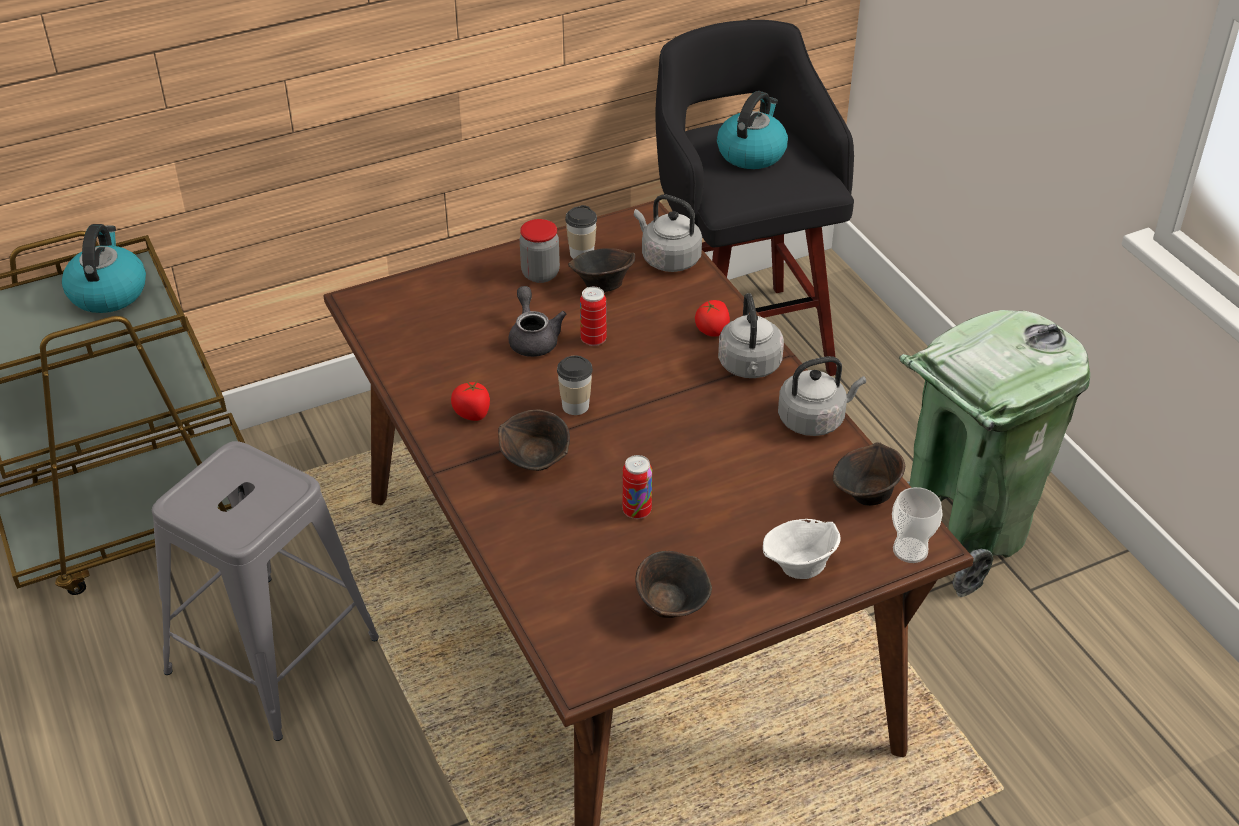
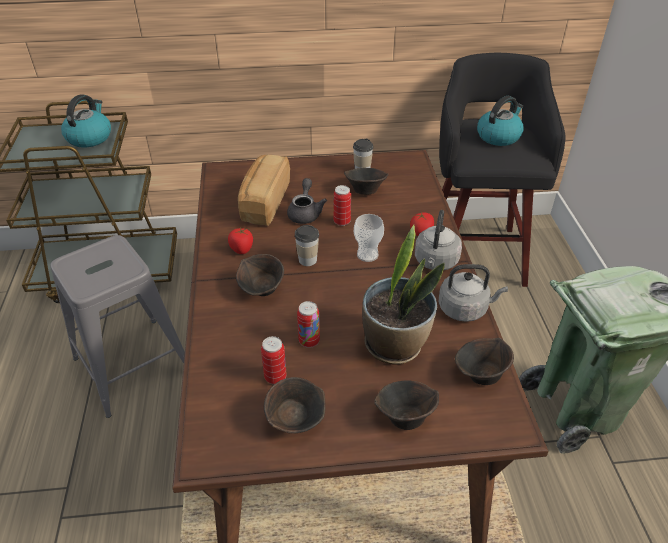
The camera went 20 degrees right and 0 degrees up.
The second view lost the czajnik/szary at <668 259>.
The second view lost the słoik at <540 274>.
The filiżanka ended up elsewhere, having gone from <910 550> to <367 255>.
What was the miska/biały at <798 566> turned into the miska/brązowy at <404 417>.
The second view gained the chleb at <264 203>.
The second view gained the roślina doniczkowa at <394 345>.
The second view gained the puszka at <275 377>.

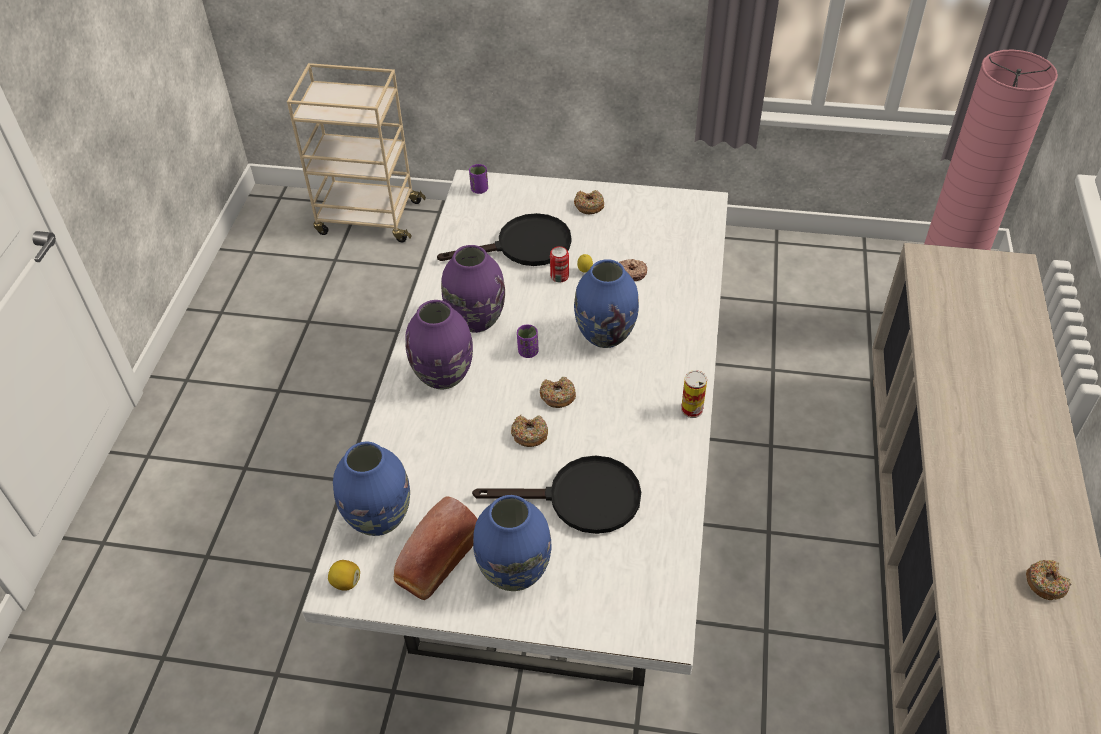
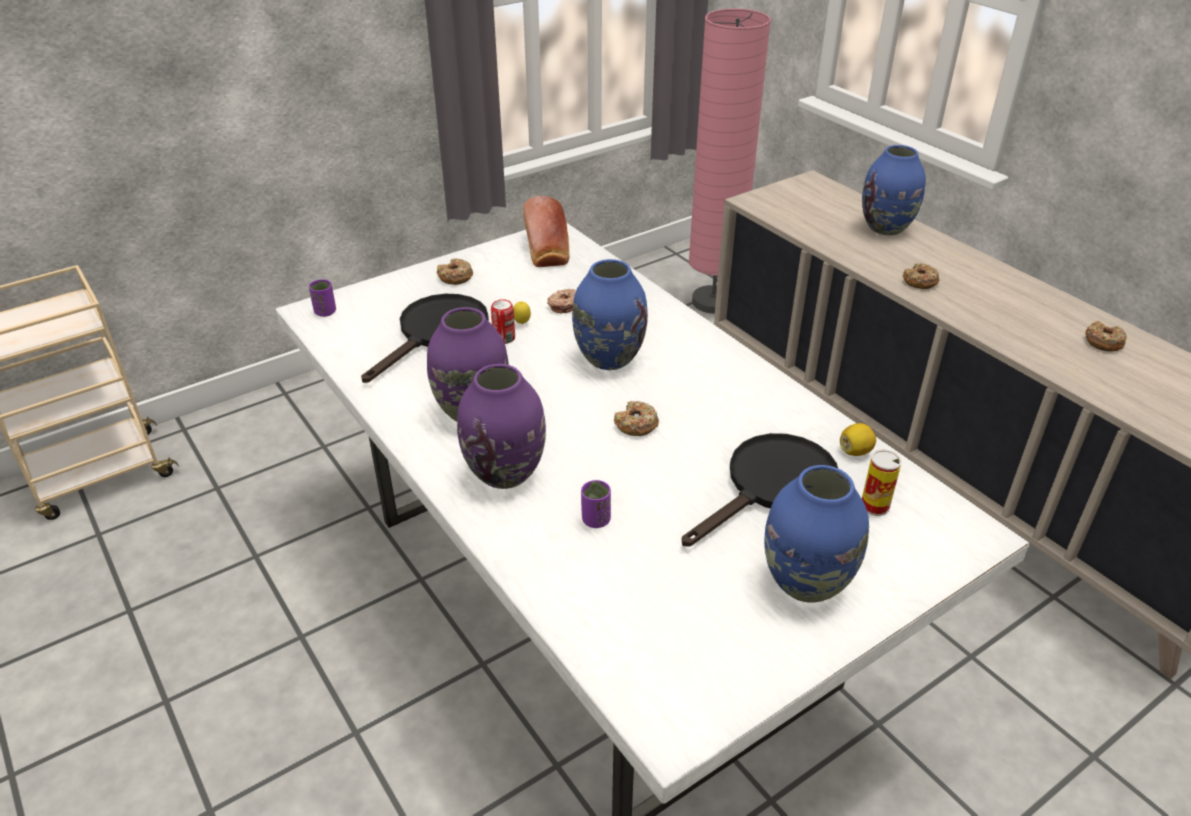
The camera went 45 degrees left and 10 degrees down.
The filiżanka/fioletowy ended up elsewhere, having gone from <528 352> to <596 520>.
The puszka ended up elsewhere, having gone from <692 409> to <875 505>.
The donut ended up elsewhere, having gone from <529 434> to <920 281>.
The wazon/niebieski ended up elsewhere, having gone from <379 519> to <886 228>.
The chleb ended up elsewhere, having gone from <435 562> to <547 250>.
The cytryna ended up elsewhere, having gone from <346 582> to <855 451>.

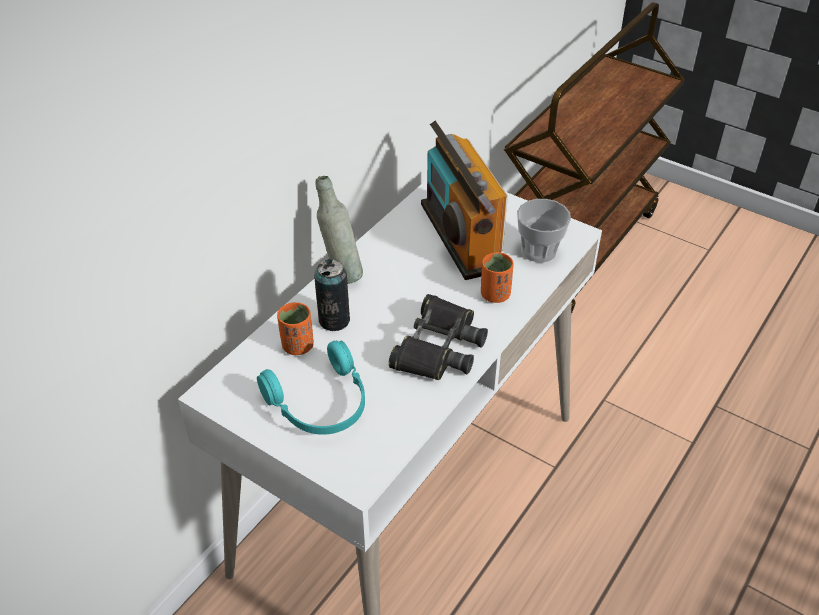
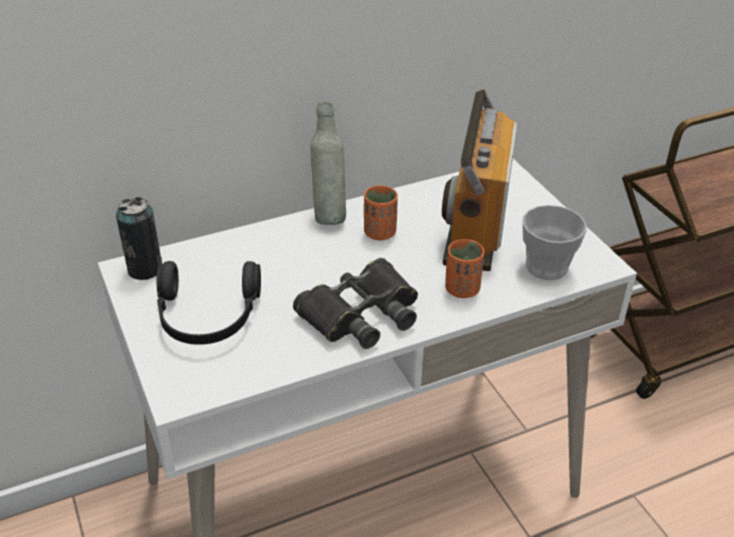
The camera went 30 degrees right and 5 degrees down.
The puszka ended up elsewhere, having gone from <334 320> to <145 269>.
The filiżanka/pomarańczowy ended up elsewhere, having gone from <297 346> to <379 233>.
What was the słuchawki/turkusowy at <321 404> turned into the słuchawki/czarny at <207 317>.

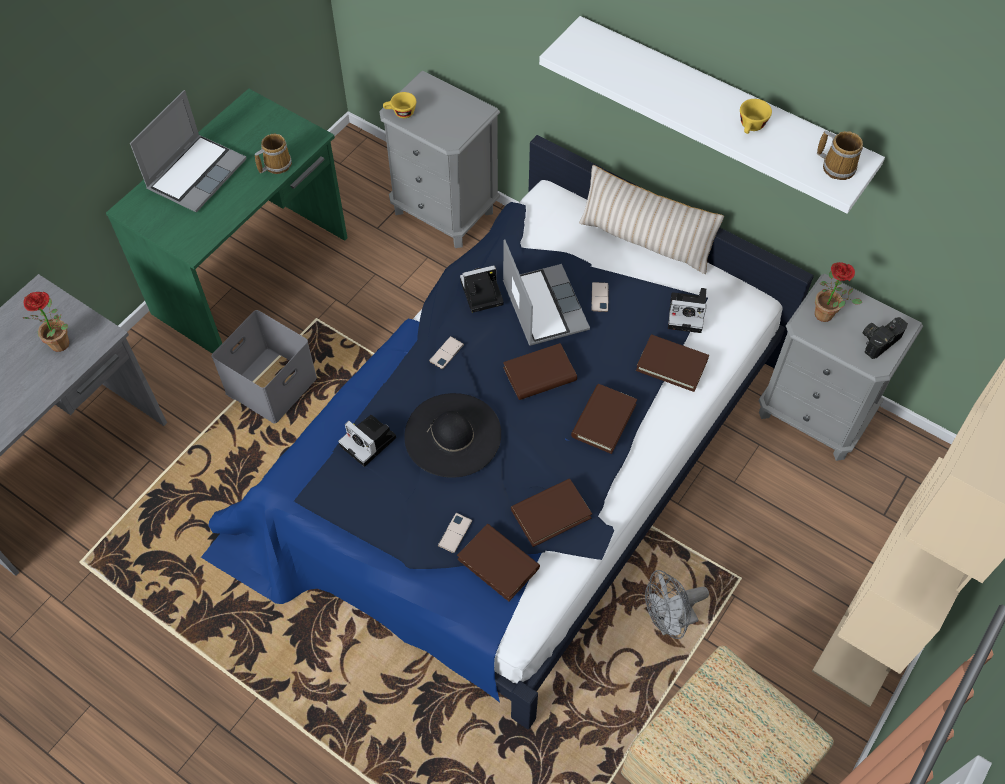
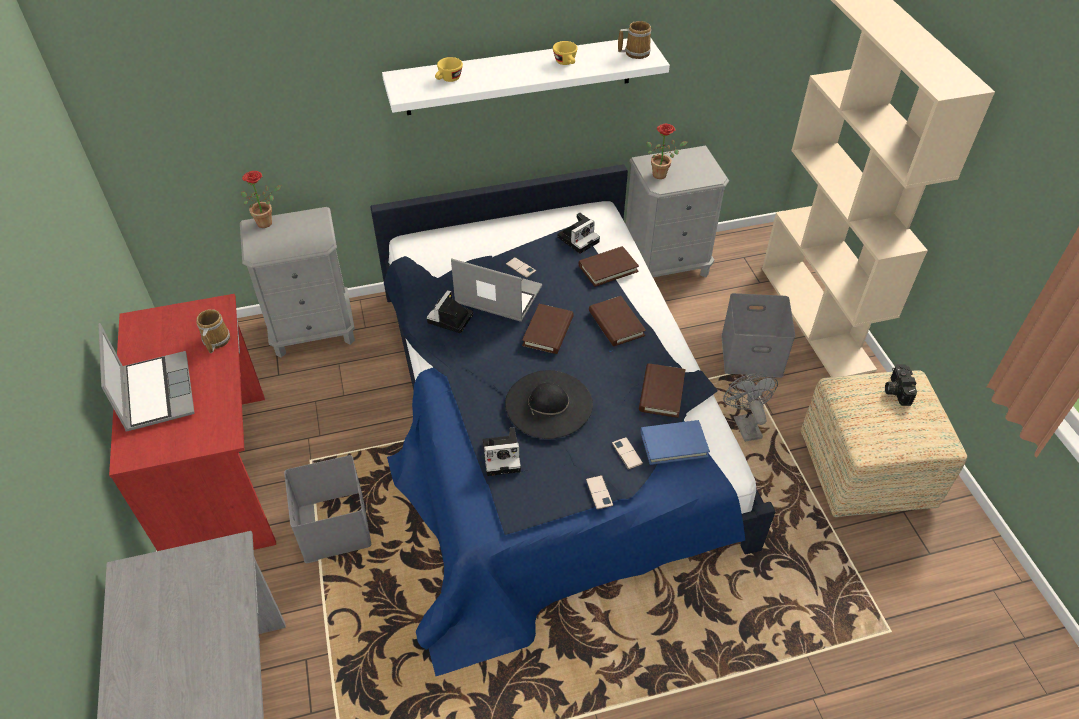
The camera went 50 degrees left and 10 degrees down.
What was the biurko/zielony at <253 276> turned into the biurko/czerwony at <222 475>.
The filiżanka/żółty ended up elsewhere, having gone from <400 113> to <448 80>.
The second view lost the poduszka/beżowy at <645 240>.
The roślina doniczkowa ended up elsewhere, having gone from <64 344> to <267 222>.
The aparat fotograficzny ended up elsewhere, having gone from <879 340> to <896 390>.
The telefon ended up elsewhere, having gone from <446 353> to <599 492>.
What was the książka/brązowy at <498 563> turned into the książka/niebieski at <674 444>.
The wentylator/szary at <668 622> ended up facing another way, 150 degrees clockwise from before.
The second view gained the pojemnik do przechowywania/szary at <752 354>.

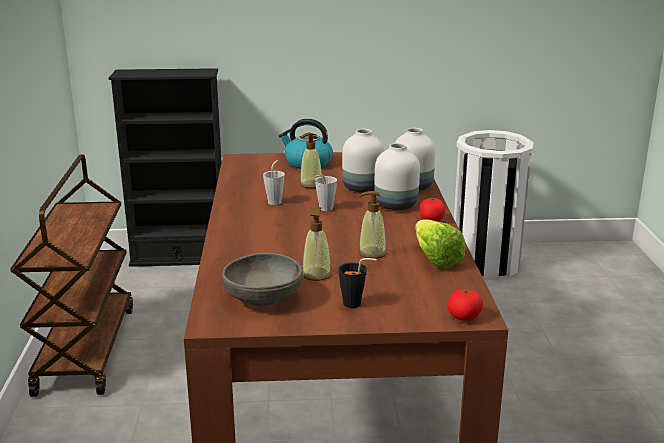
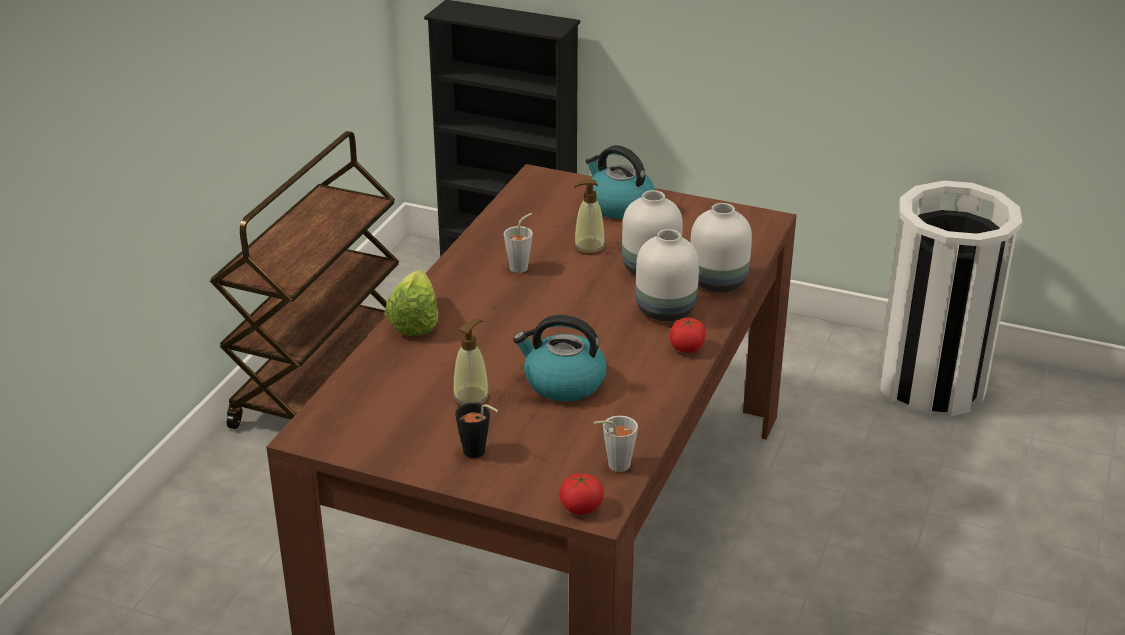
The camera went 25 degrees right and 10 degrees up.
The filiżanka/szary ended up elsewhere, having gone from <323 209> to <614 465>.
Where the dozownik mydła stood at <372 253>, the czajnik came to stand at <563 383>.
The sałata ended up elsewhere, having gone from <434 257> to <418 318>.
The second view lost the miska/szary at <263 298>.

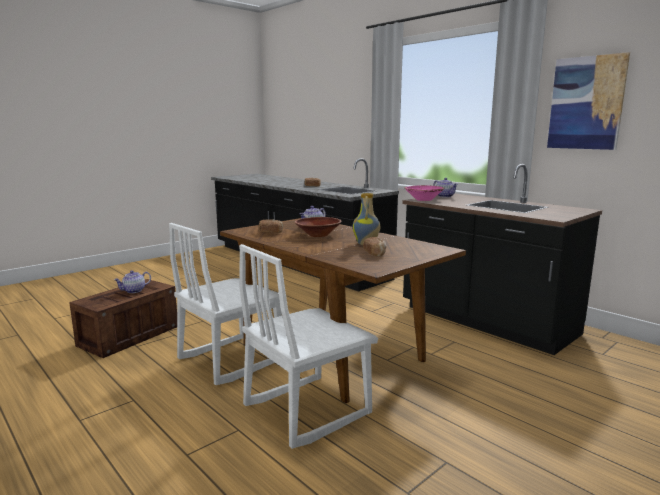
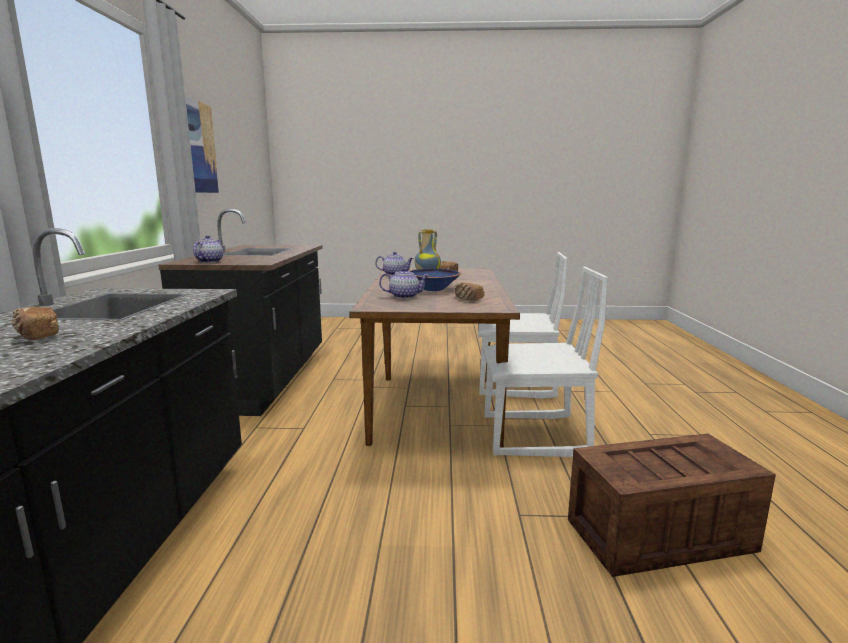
The camera went 135 degrees left and 0 degrees up.
The second view lost the miska/różowy at <424 199>.
What was the miska/brązowy at <318 235> turned into the miska/niebieski at <433 289>.
The imbryk ended up elsewhere, having gone from <134 291> to <395 274>.

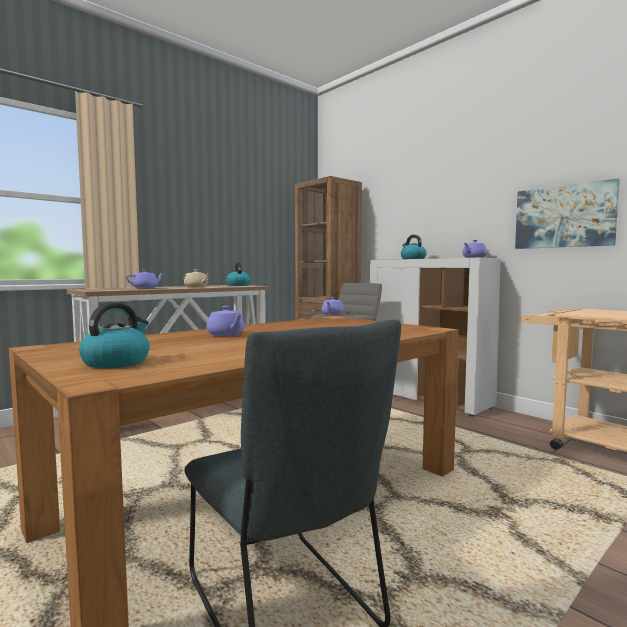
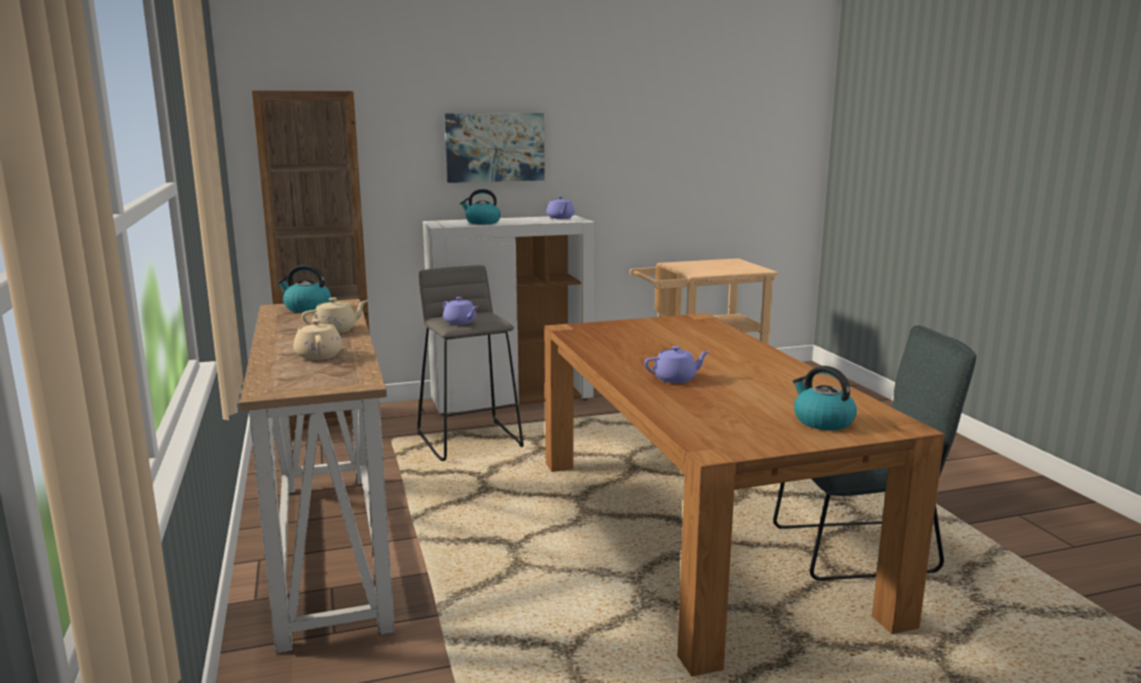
The camera went 65 degrees left and 10 degrees up.
The obraz ended up elsewhere, having gone from <564 216> to <495 147>.
What was the imbryk/fioletowy at <146 288> turned into the imbryk/beżowy at <319 355>.

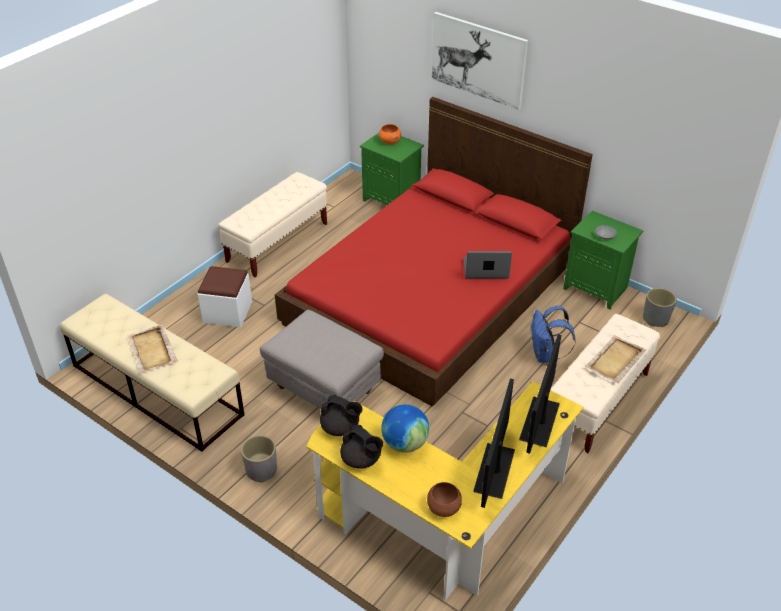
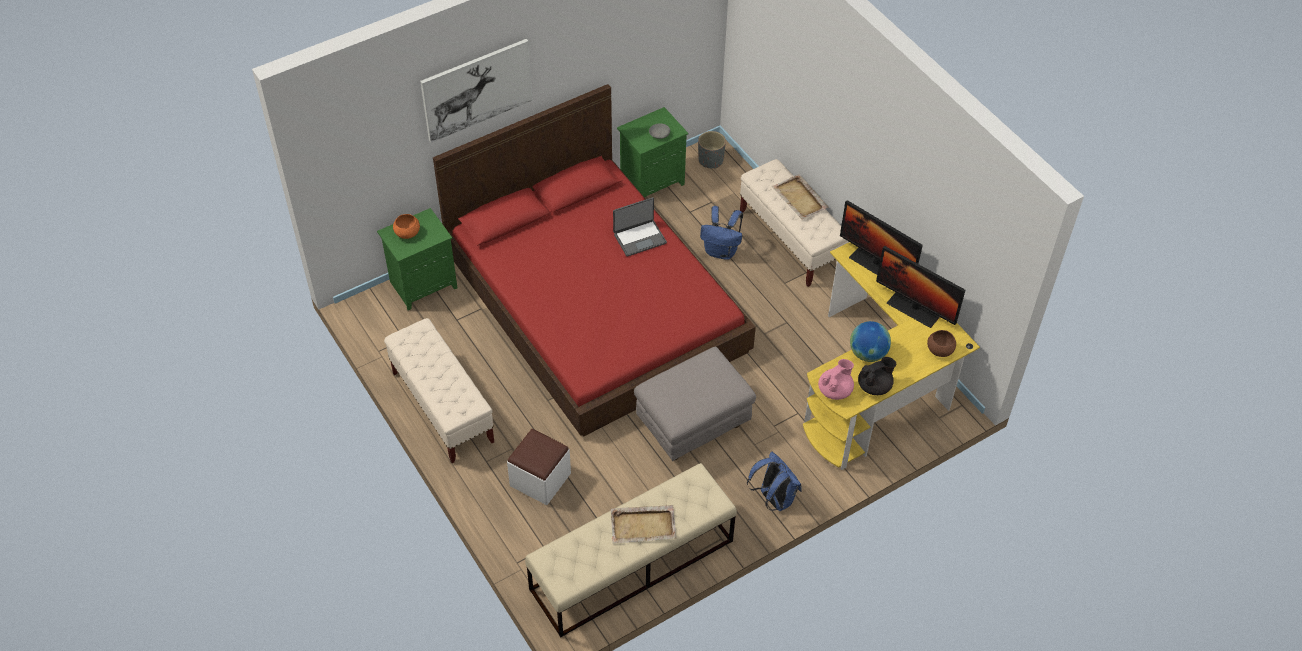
The camera went 70 degrees left and 10 degrees up.
The laptop at <485 270> ended up facing another way, 135 degrees counterclockwise from before.
What was the imbryk/czarny at <341 428> turned into the imbryk/różowy at <835 390>.
Where the donica/szary stood at <261 470>, the plecak/niebieski came to stand at <773 499>.

